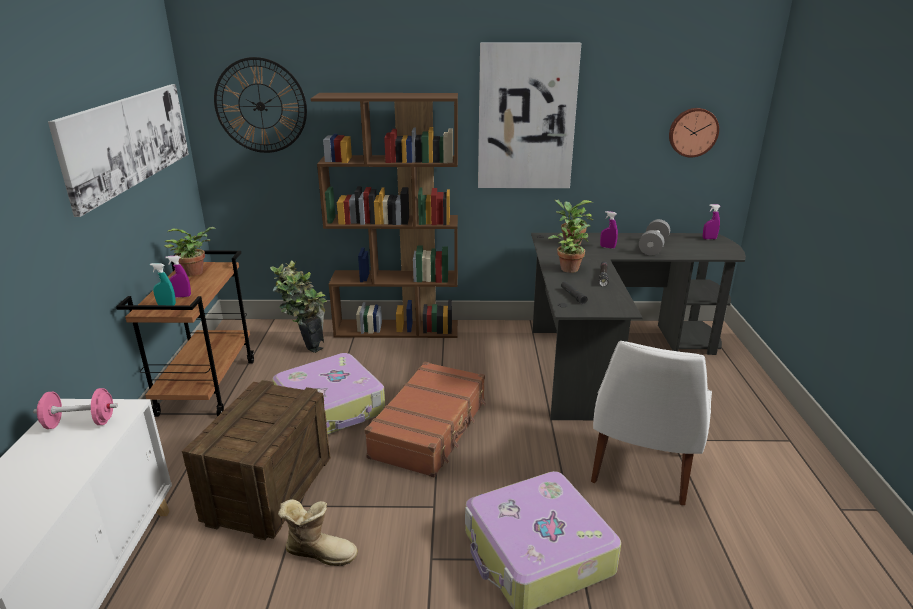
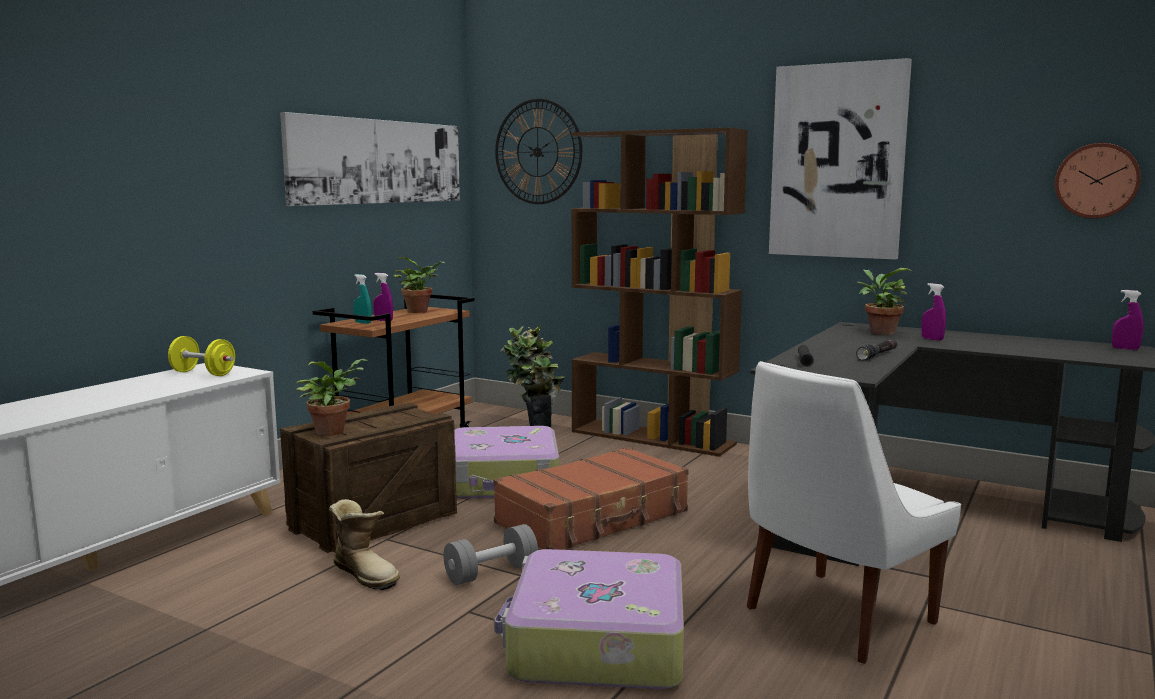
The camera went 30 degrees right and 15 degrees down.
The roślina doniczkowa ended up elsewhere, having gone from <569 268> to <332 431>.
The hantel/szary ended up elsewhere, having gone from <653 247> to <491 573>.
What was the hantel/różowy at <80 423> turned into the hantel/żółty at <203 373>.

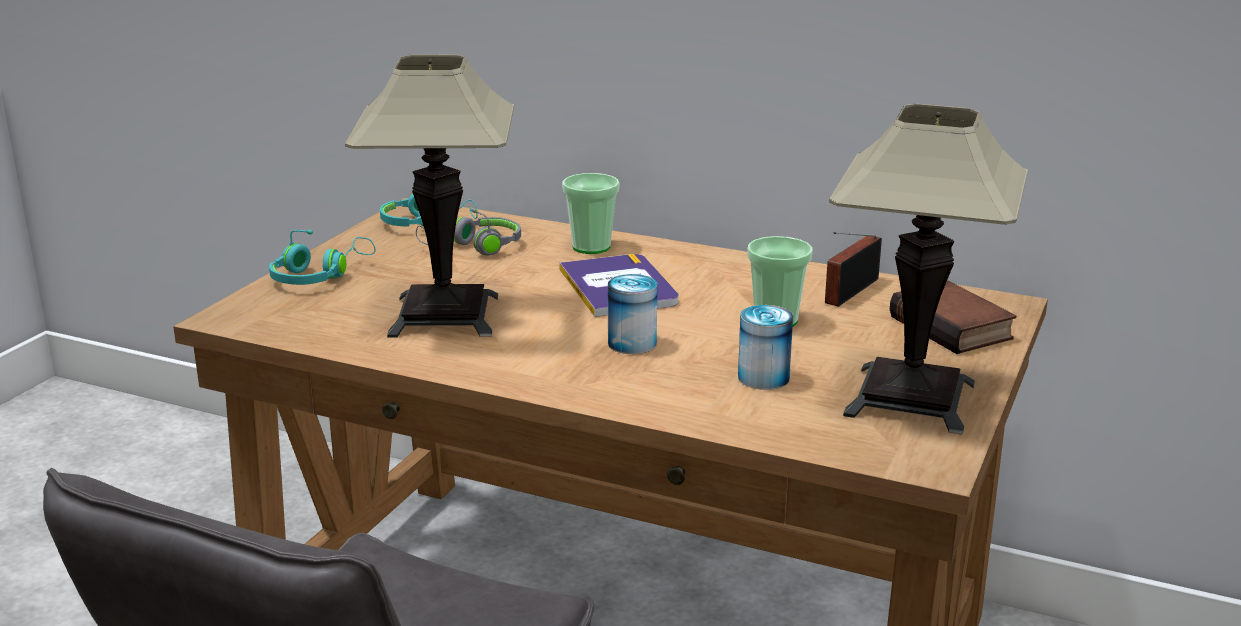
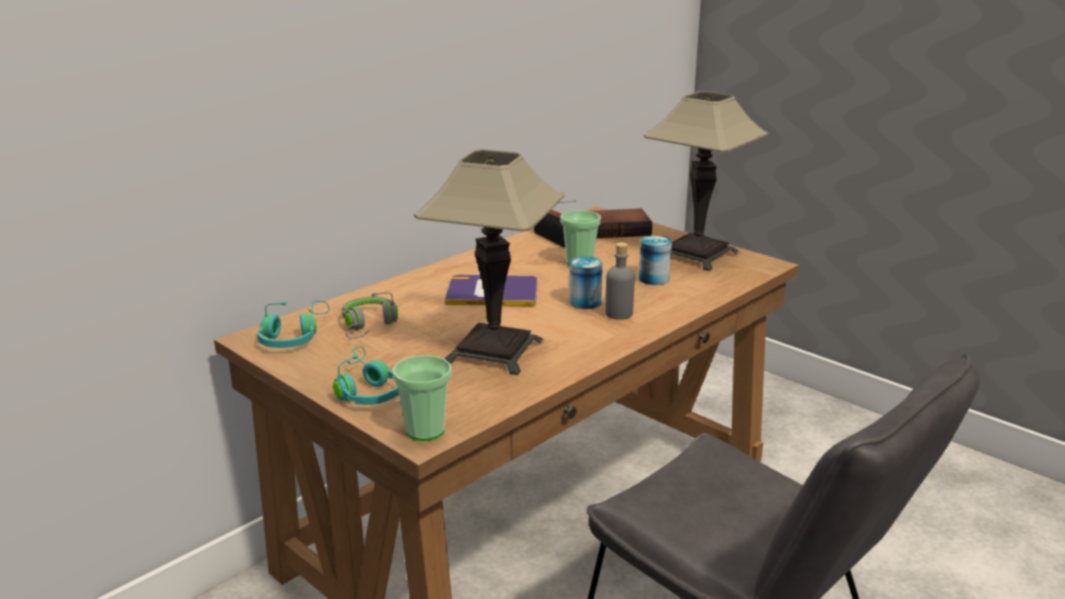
The camera went 70 degrees left and 0 degrees up.
The filiżanka ended up elsewhere, having gone from <591 247> to <425 430>.
The second view gained the butelka/szary at <618 313>.

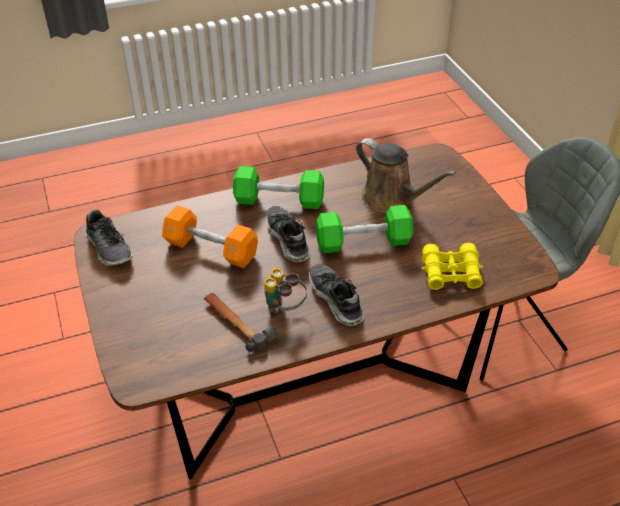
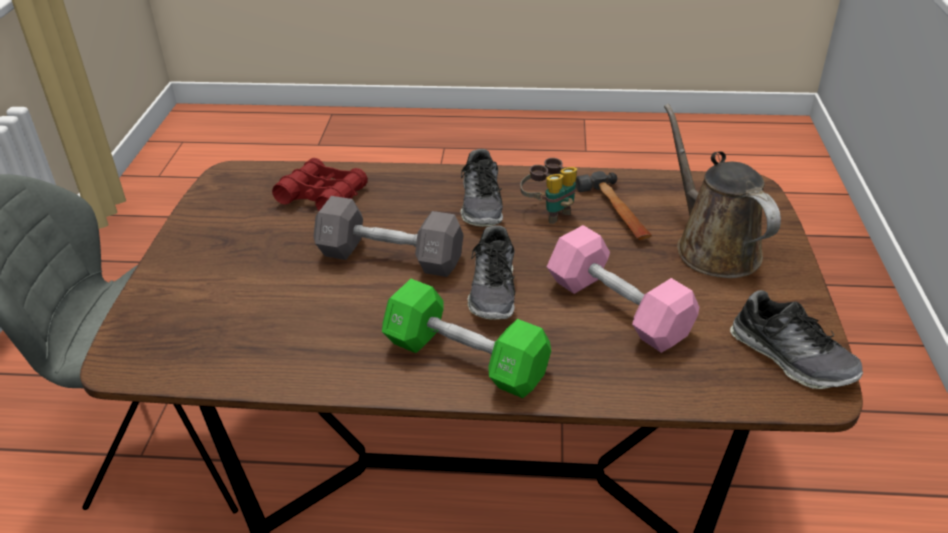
The camera went 155 degrees left and 5 degrees down.
The konewka/brązowy ended up elsewhere, having gone from <392 199> to <712 247>.
What was the hantel/pomarańczowy at <211 249> turned into the hantel/różowy at <618 308>.
What was the hantel/zielony at <363 242> turned into the hantel/szary at <390 257>.
The but at <109 248> ended up facing another way, 150 degrees clockwise from before.
What was the lornetka/żółty at <451 273> turned into the lornetka/czerwony at <322 196>.

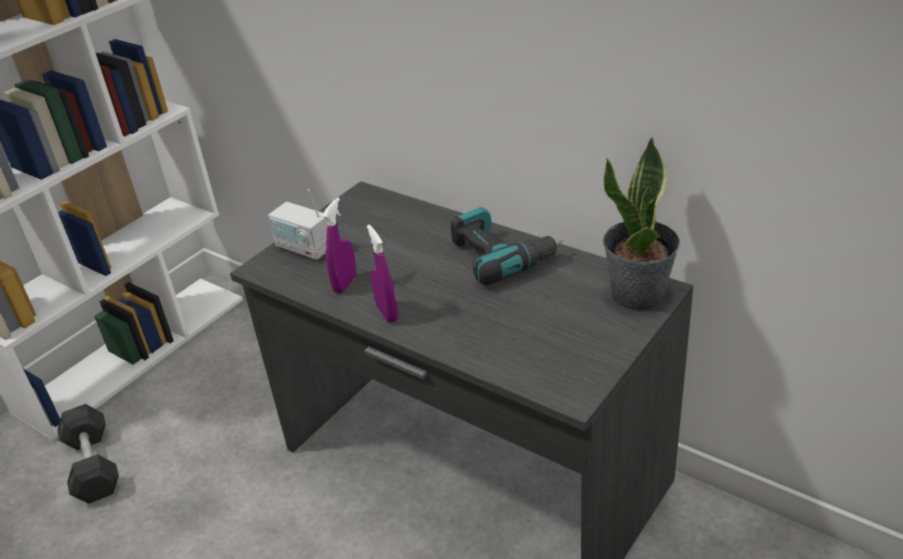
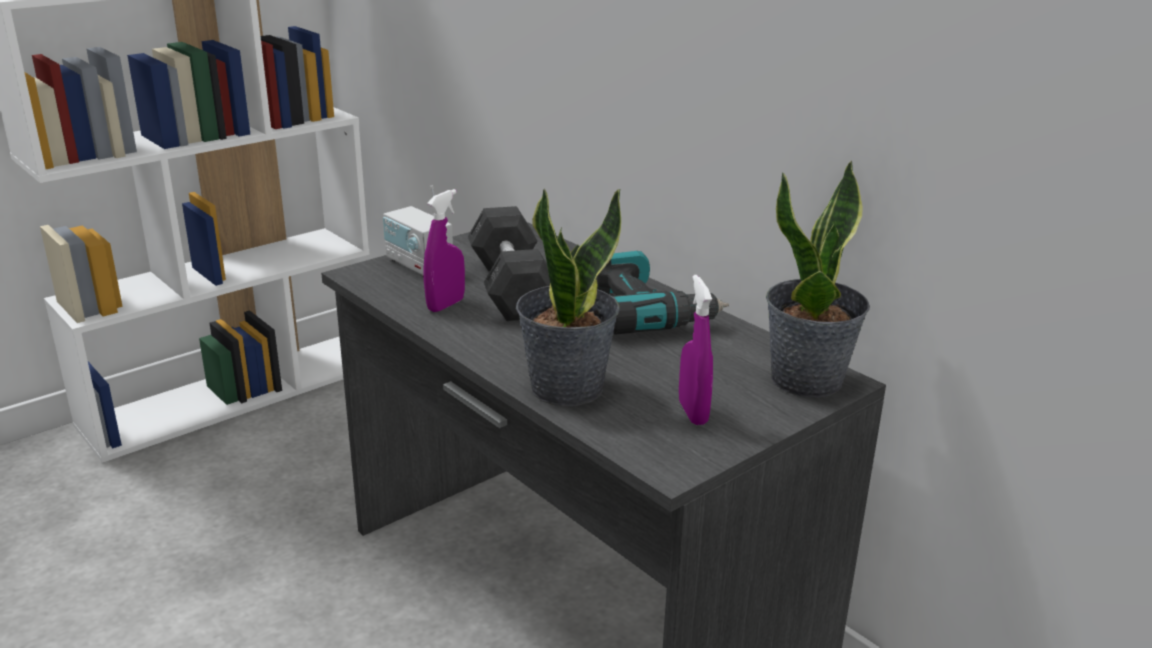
The camera went 10 degrees right and 10 degrees down.
The spryskiwacz/fioletowy ended up elsewhere, having gone from <387 313> to <693 413>.
The hantel/szary ended up elsewhere, having gone from <93 465> to <512 288>.
The second view gained the roślina doniczkowa at <566 387>.

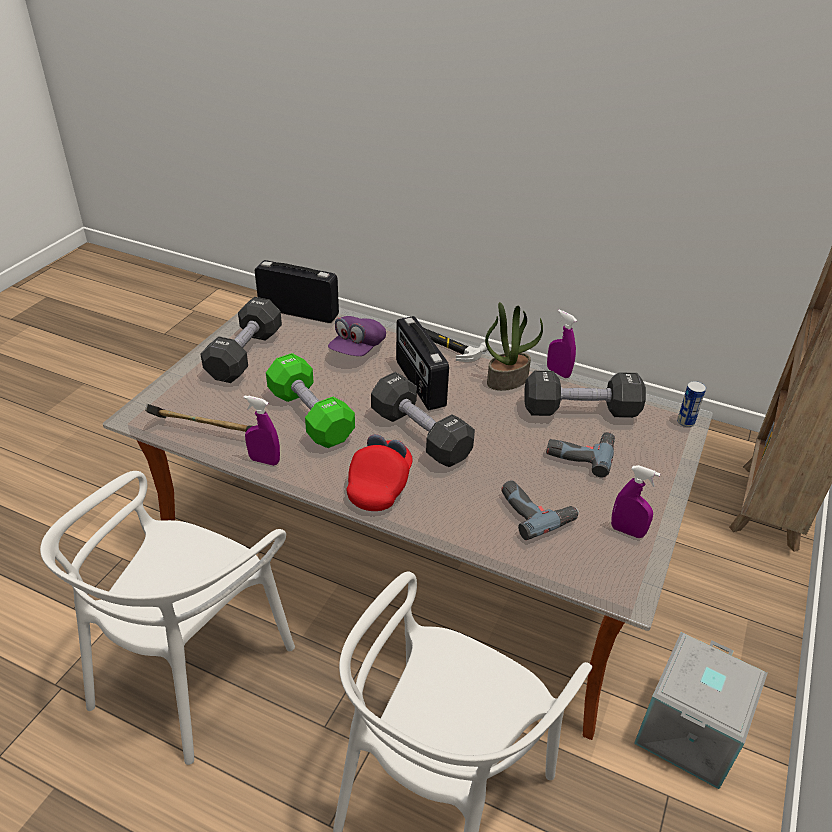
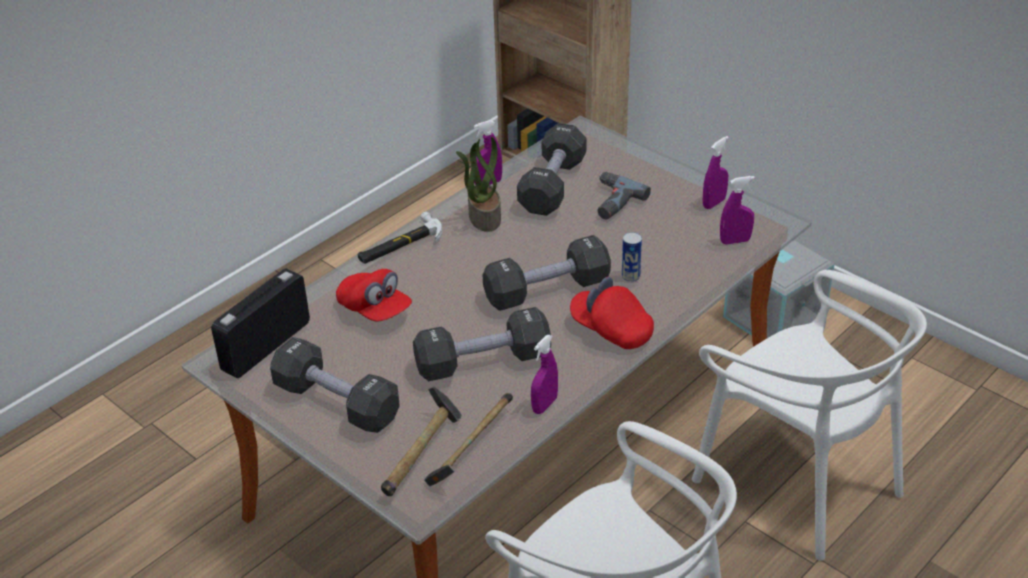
The camera went 70 degrees left and 0 degrees up.
What was the czapka z daszkiem/fioletowy at <357 349> turned into the czapka z daszkiem/czerwony at <375 309>.
The second view lost the radio at <419 384>.
What was the hantel/zielony at <310 416> turned into the hantel/czarny at <483 362>.
The puszka ended up elsewhere, having gone from <685 422> to <630 276>.
The second view lost the wiertarka at <535 511>.
The second view gained the spryskiwacz/fioletowy at <735 241>.
The second view gained the młotek at <422 454>.

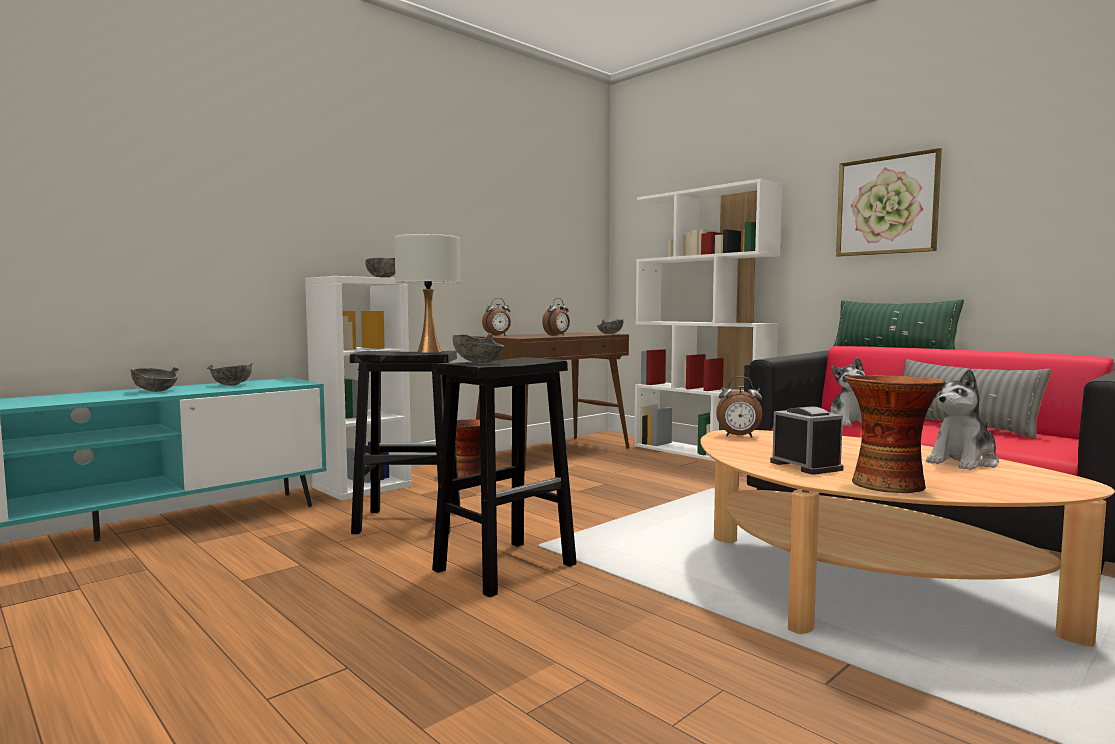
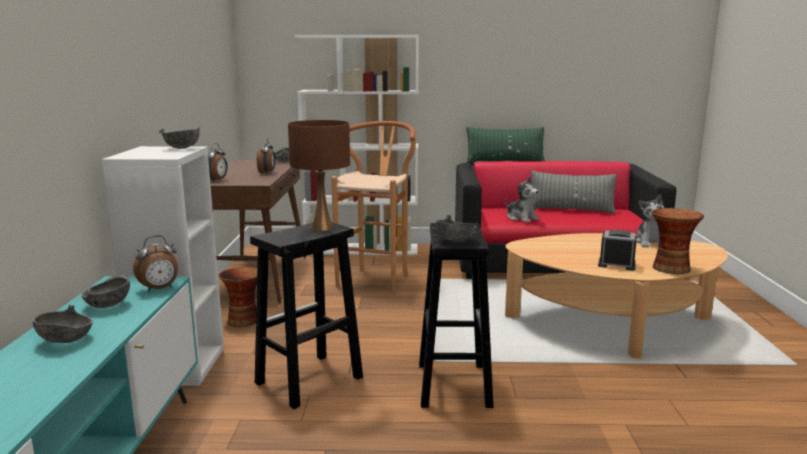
The camera went 45 degrees left and 10 degrees up.
The second view lost the obraz at <887 205>.
What was the lampa stołowa/biały at <429 351> turned into the lampa stołowa/brązowy at <322 227>.
The budzik ended up elsewhere, having gone from <739 436> to <159 289>.
The second view gained the stołek/brązowy at <377 278>.

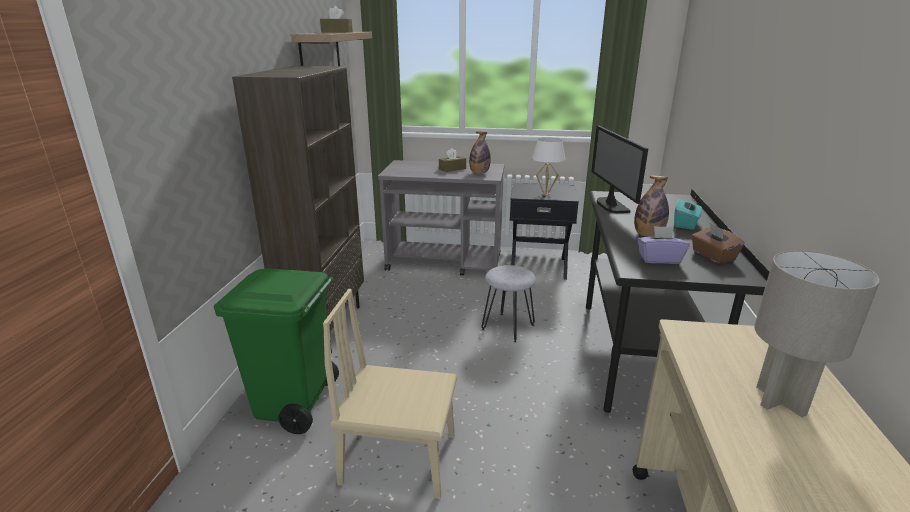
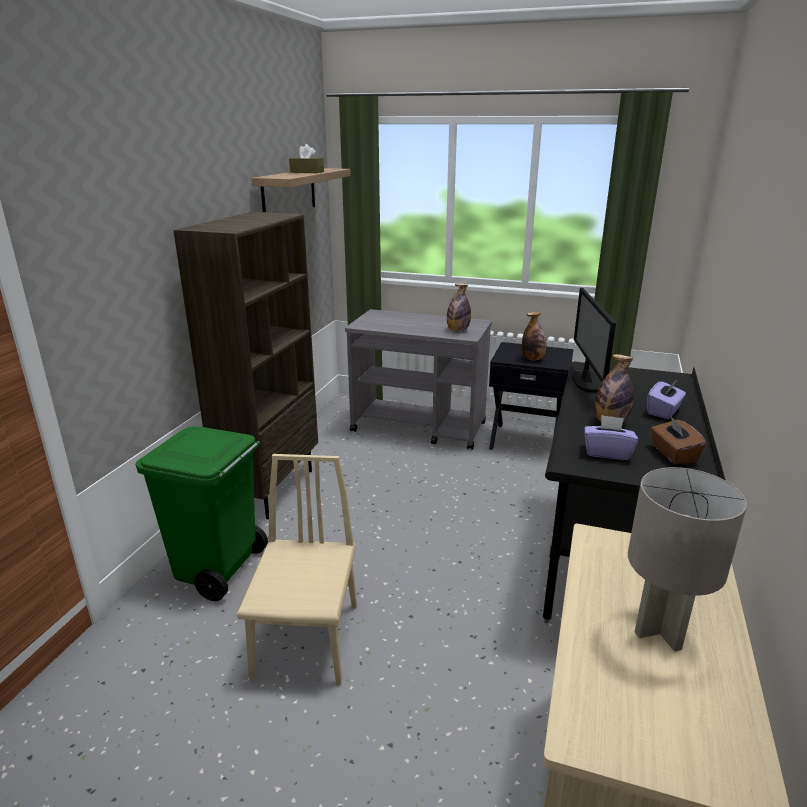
The camera went 10 degrees right and 0 degrees up.
Where the lampa stołowa/biały stood at <545 194>, the butelka came to stand at <533 359>.
The second view lost the pudełko chusteczek/brązowy at <452 169>.
What was the pudełko chusteczek/turkusowy at <685 224> turned into the pudełko chusteczek/fioletowy at <663 411>.
The second view lost the stołek/szary at <507 327>.
The krzesło/beżowy at <399 458> ended up facing another way, 75 degrees clockwise from before.

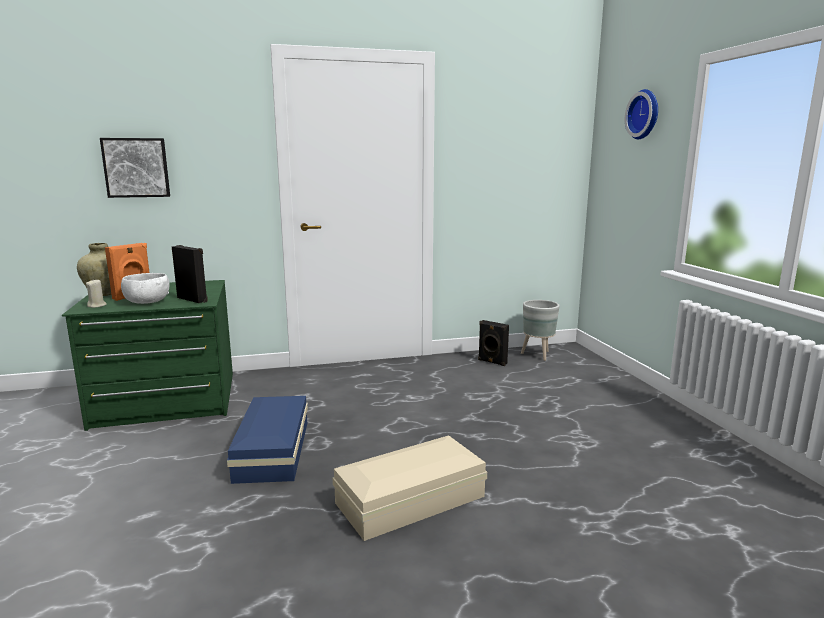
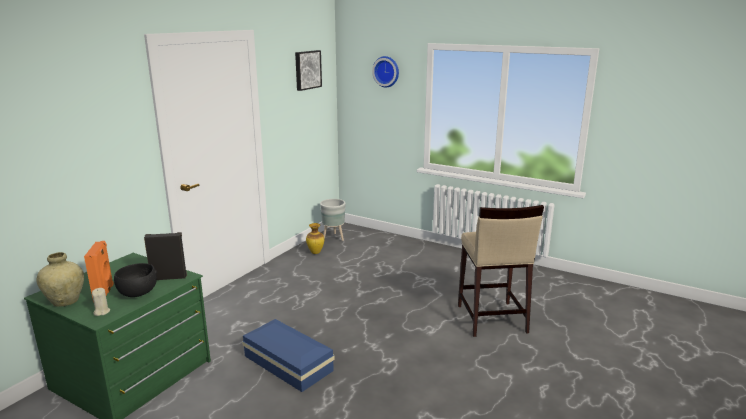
The camera went 45 degrees left and 5 degrees up.
The obraz ended up elsewhere, having gone from <136 167> to <307 70>.
What was the miska/biały at <147 302> turned into the miska/czarny at <138 293>.
Where the głośnik/czarny stood at <492 362>, the wazon came to stand at <316 252>.
The second view lost the pojemnik do przechowywania/beżowy at <413 500>.
The second view gained the stołek/beżowy at <491 319>.

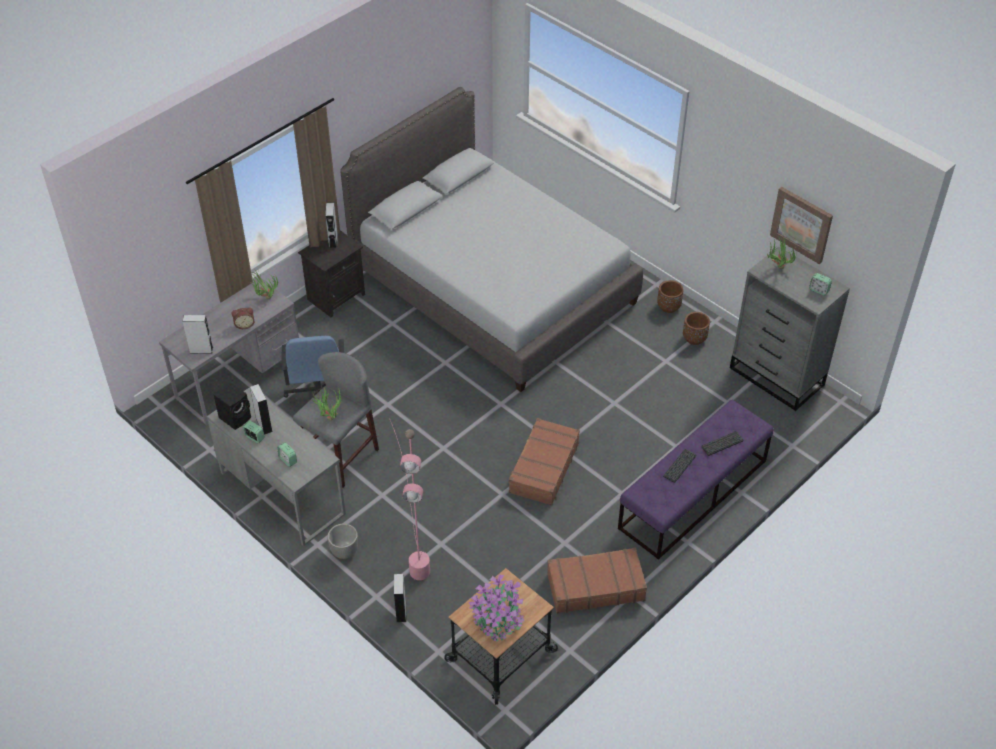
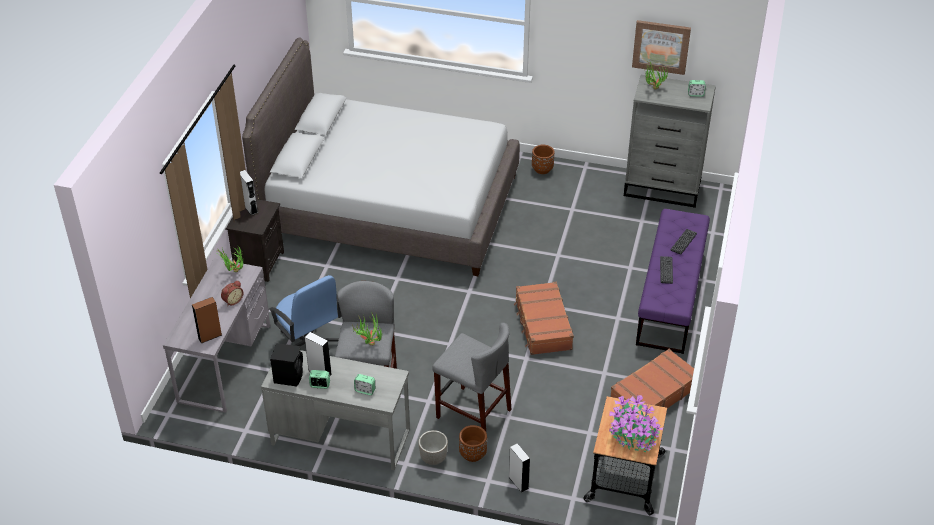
The camera went 30 degrees left and 5 degrees down.
The donica/brązowy ended up elsewhere, having gone from <694 339> to <473 454>.
What was the głośnik/szary at <201 350> turned into the głośnik/brązowy at <210 336>.
Where the lampa stojąca/różowy stood at <412 525>, the stołek/szary came to stand at <473 413>.

